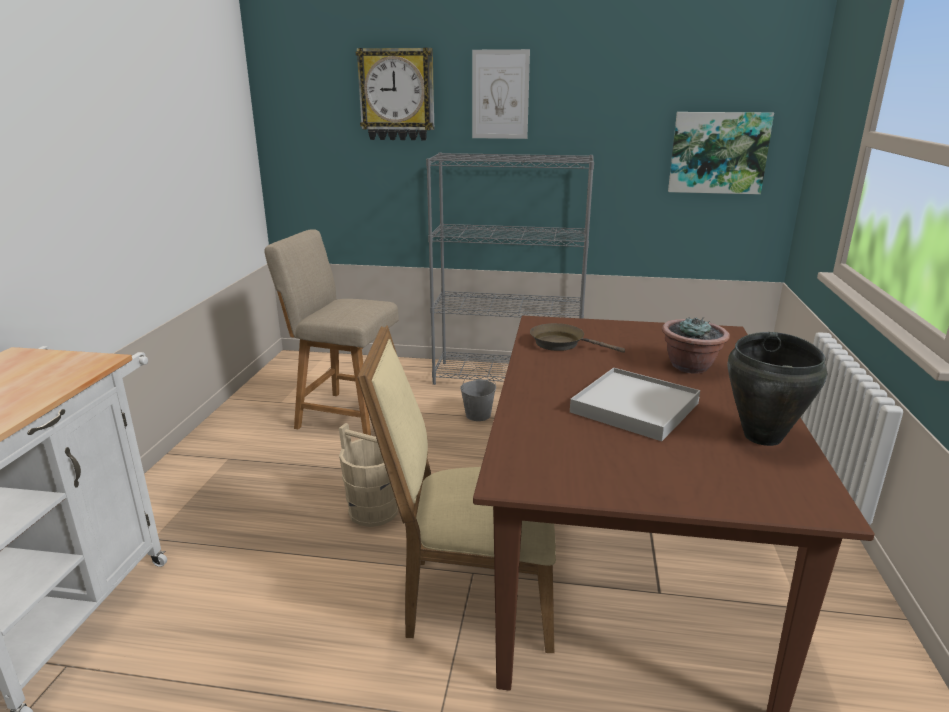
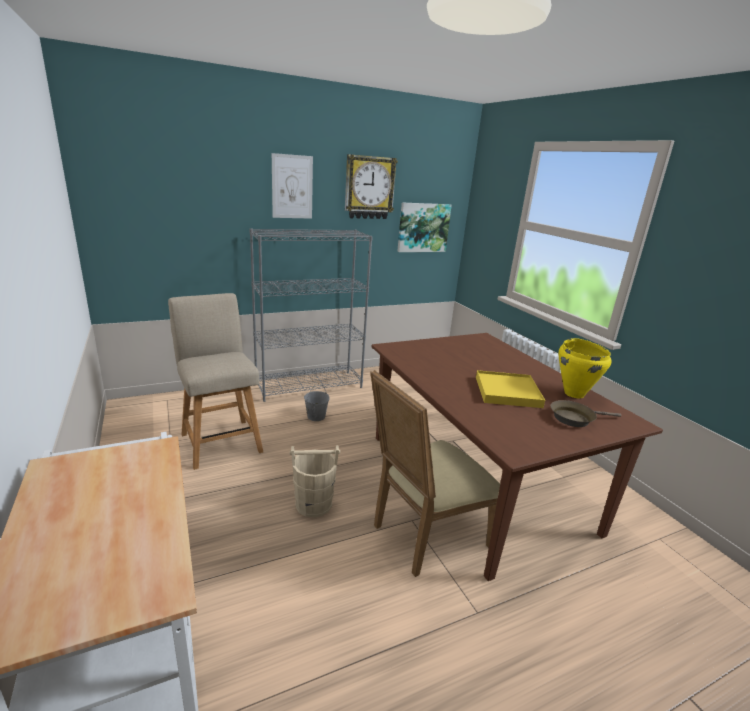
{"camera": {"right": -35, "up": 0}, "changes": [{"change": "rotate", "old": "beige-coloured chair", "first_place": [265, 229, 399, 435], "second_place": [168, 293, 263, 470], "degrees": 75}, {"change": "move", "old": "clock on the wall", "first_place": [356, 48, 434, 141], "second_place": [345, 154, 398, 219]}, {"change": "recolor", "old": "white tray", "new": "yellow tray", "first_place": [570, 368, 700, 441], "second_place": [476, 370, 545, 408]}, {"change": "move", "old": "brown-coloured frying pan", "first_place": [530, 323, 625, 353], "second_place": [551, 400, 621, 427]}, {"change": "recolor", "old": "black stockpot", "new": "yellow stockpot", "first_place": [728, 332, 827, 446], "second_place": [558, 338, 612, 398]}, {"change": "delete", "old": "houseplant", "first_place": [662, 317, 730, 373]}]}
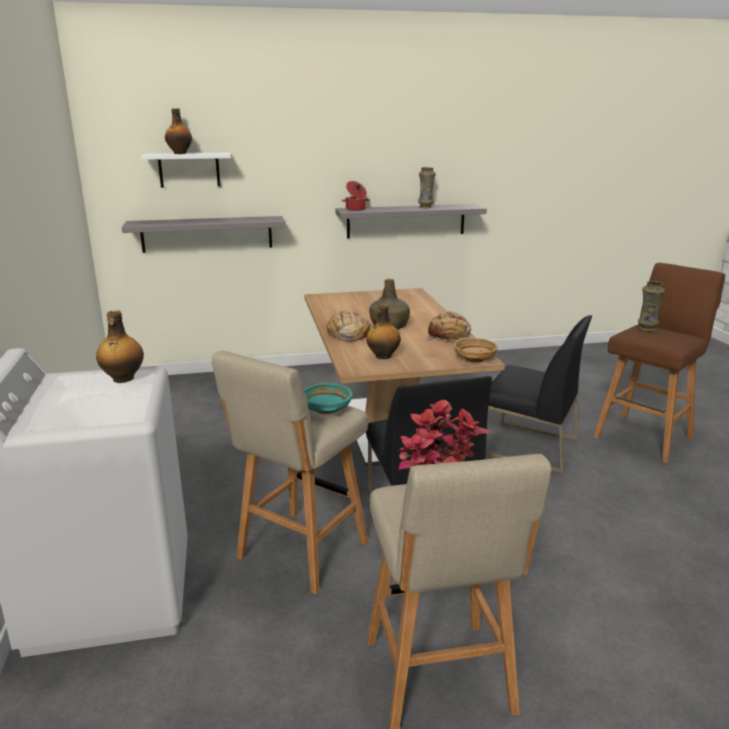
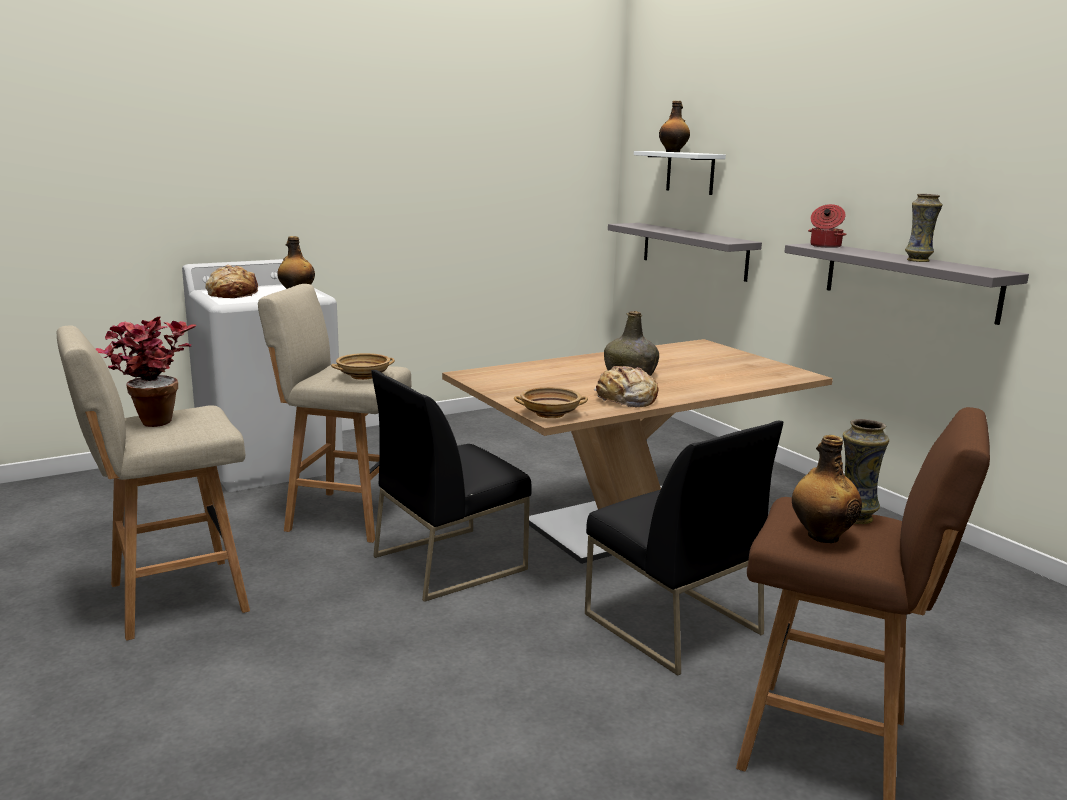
{"camera": {"right": 70, "up": -5}, "changes": [{"change": "move", "old": "bread", "first_place": [327, 311, 370, 341], "second_place": [205, 265, 259, 298]}, {"change": "recolor", "old": "blue-green bowl", "new": "beige-coloured bowl", "first_place": [305, 383, 353, 414], "second_place": [331, 353, 395, 380]}, {"change": "rotate", "old": "black chair", "first_place": [486, 315, 592, 474], "second_place": [585, 421, 784, 675], "degrees": -45}, {"change": "move", "old": "bottle", "first_place": [366, 304, 401, 359], "second_place": [792, 435, 862, 543]}]}
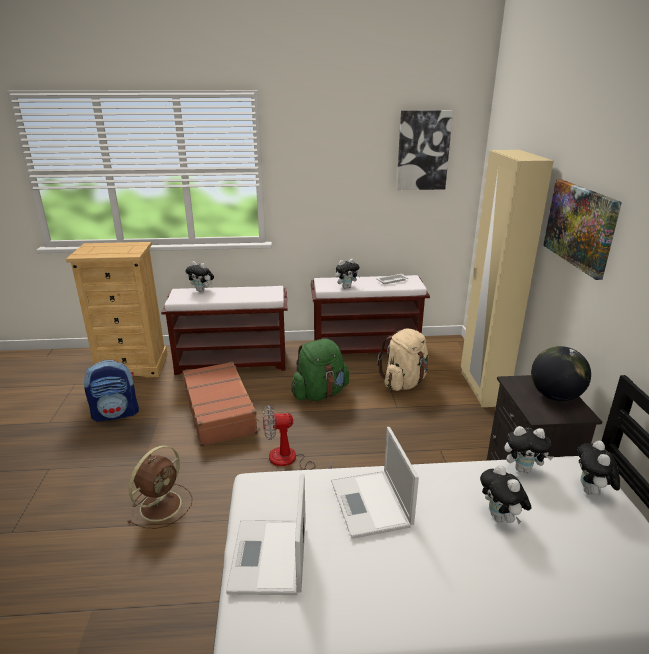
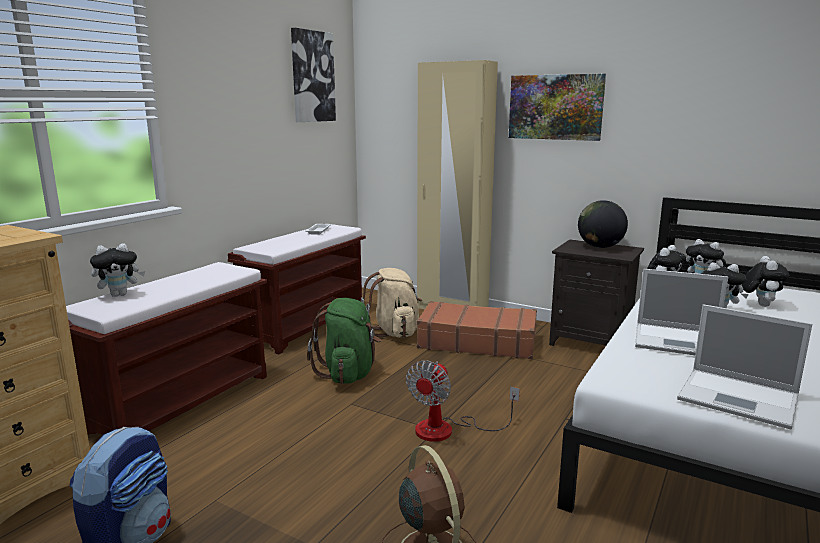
{"camera": {"right": -55, "up": -10}, "changes": [{"change": "move", "old": "brown-coloured piece of luggage", "first_place": [183, 362, 260, 447], "second_place": [417, 301, 537, 359]}, {"change": "move", "old": "cuddly toy", "first_place": [335, 259, 361, 289], "second_place": [742, 256, 789, 307]}]}
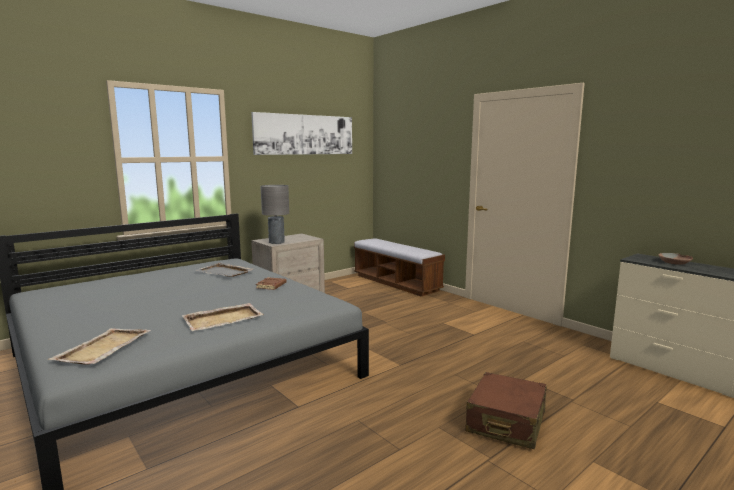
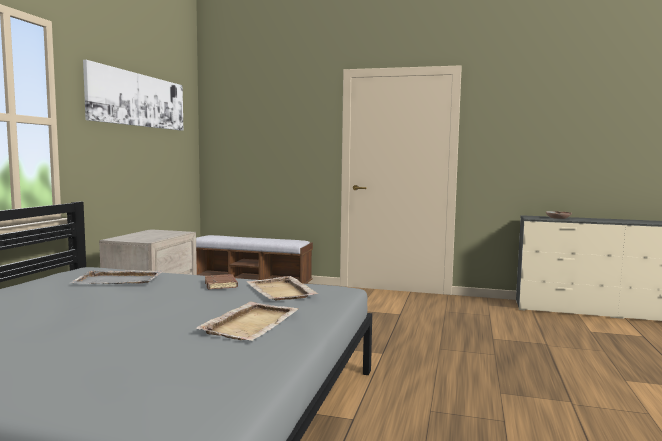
{"camera": {"right": -35, "up": -5}, "changes": [{"change": "move", "old": "beige-coloured tray", "first_place": [48, 328, 151, 365], "second_place": [247, 276, 319, 300]}, {"change": "delete", "old": "gray lamp for a table", "first_place": [260, 185, 289, 244]}, {"change": "delete", "old": "brown-coloured piece of luggage", "first_place": [465, 372, 547, 449]}]}
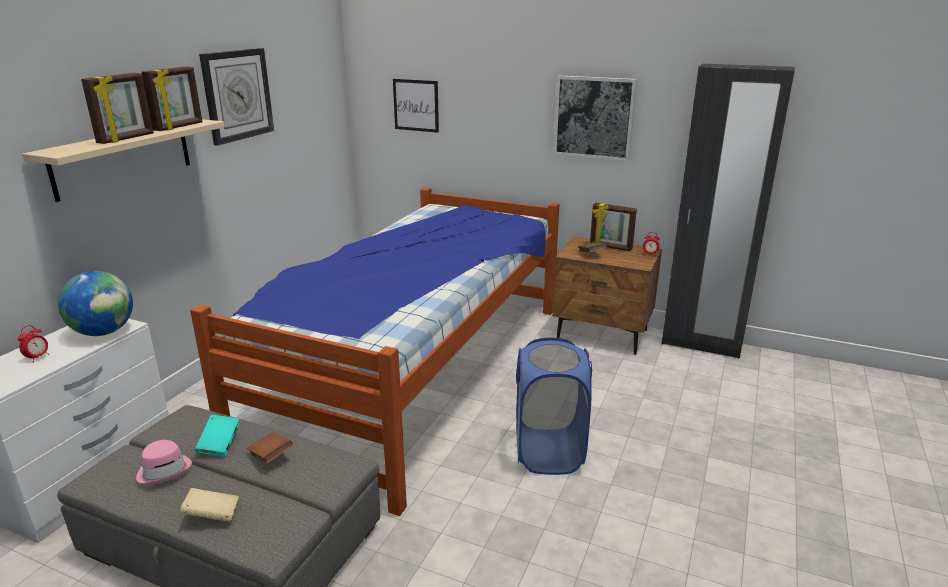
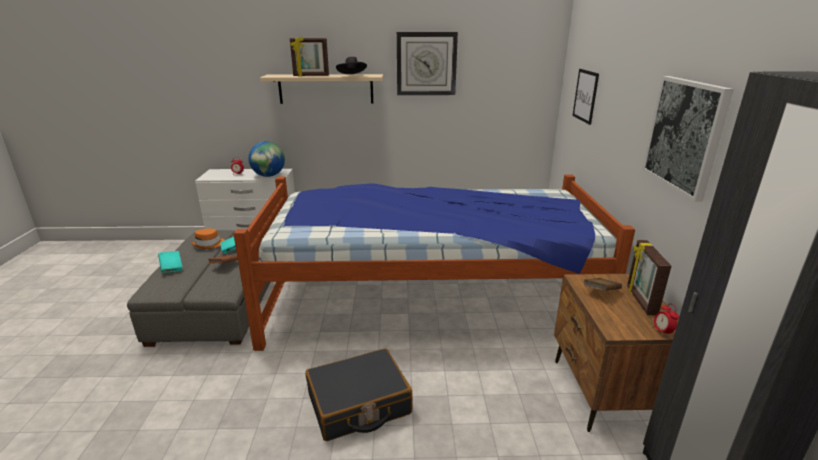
{"camera": {"right": 65, "up": 0}, "changes": [{"change": "recolor", "old": "beige-coloured book", "new": "blue-green book", "first_place": [180, 488, 239, 522], "second_place": [158, 251, 183, 273]}, {"change": "recolor", "old": "pinkish hat", "new": "orange-coloured hat", "first_place": [136, 440, 192, 484], "second_place": [192, 229, 224, 249]}, {"change": "replace", "old": "bluish laundry basket", "new": "black piece of luggage", "first_place": [516, 338, 592, 475], "second_place": [305, 348, 412, 441]}, {"change": "replace", "old": "standing frame", "new": "black hat", "first_place": [142, 66, 202, 131], "second_place": [336, 57, 367, 75]}]}
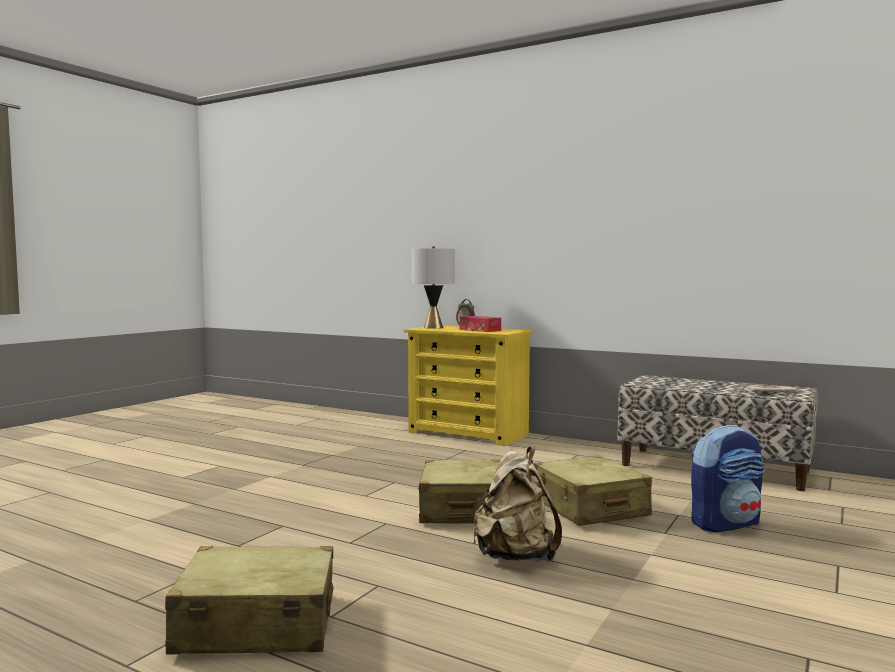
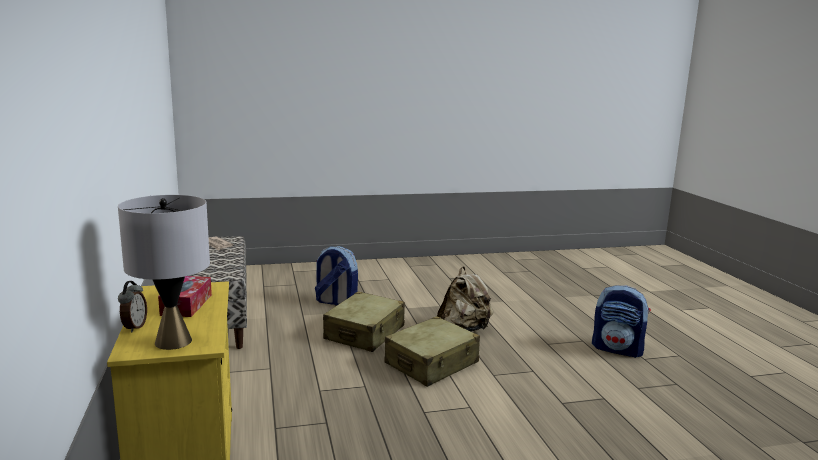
{"camera": {"right": -135, "up": 10}, "changes": [{"change": "replace", "old": "beige-coloured piece of luggage", "new": "backpack", "first_place": [165, 546, 334, 655], "second_place": [592, 285, 651, 358]}]}
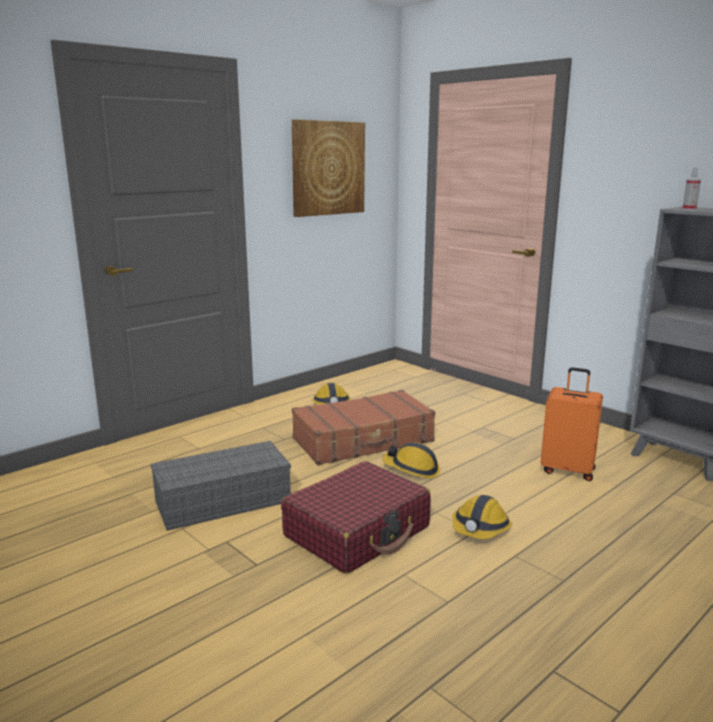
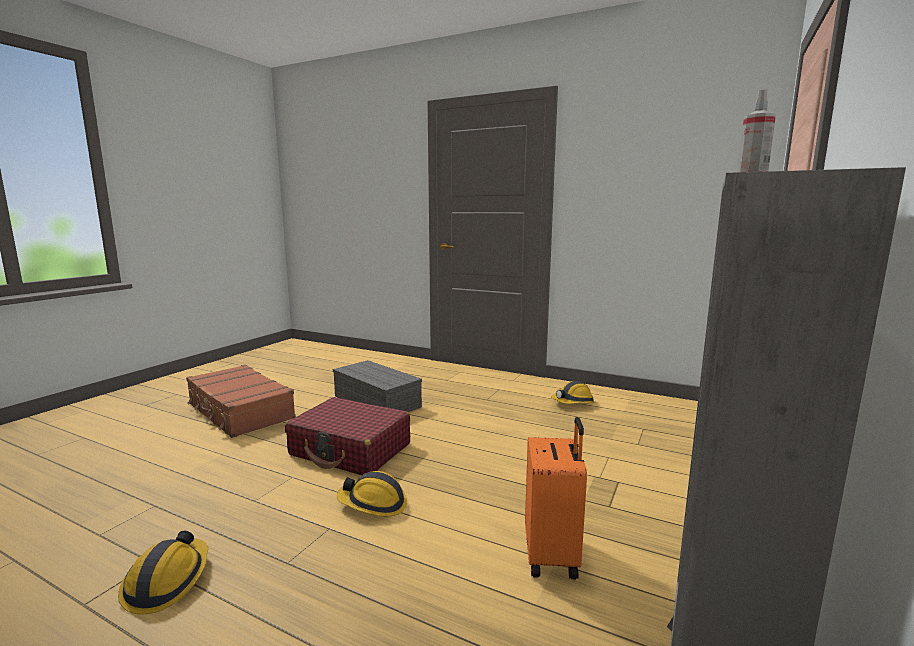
{"camera": {"right": 70, "up": -5}, "changes": [{"change": "move", "old": "safety helmet", "first_place": [383, 442, 440, 478], "second_place": [118, 531, 208, 615]}, {"change": "move", "old": "brown-coloured piece of luggage", "first_place": [292, 390, 435, 465], "second_place": [186, 365, 296, 438]}, {"change": "delete", "old": "picture", "first_place": [292, 119, 365, 217]}]}
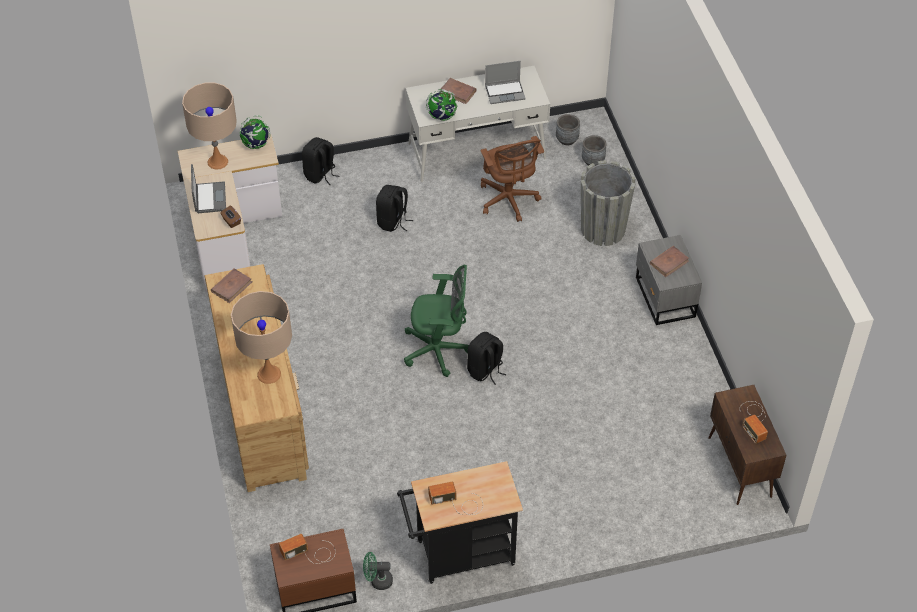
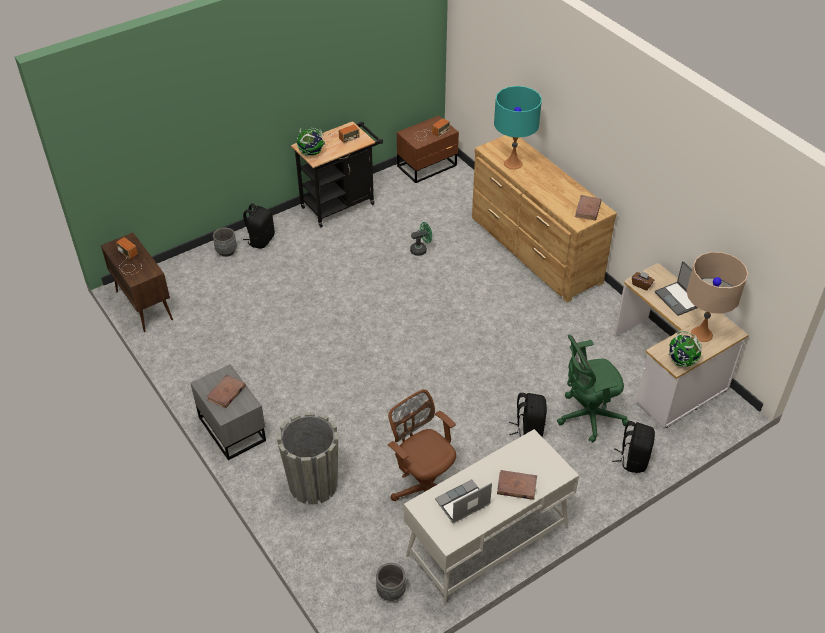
{"camera": {"right": 160, "up": -5}, "changes": [{"change": "move", "old": "gray flower pot", "first_place": [582, 135, 607, 166], "second_place": [213, 228, 237, 257]}, {"change": "move", "old": "black backpack", "first_place": [467, 332, 507, 385], "second_place": [243, 203, 275, 249]}, {"change": "move", "old": "world globe", "first_place": [426, 89, 457, 121], "second_place": [297, 128, 325, 156]}, {"change": "move", "old": "green fan", "first_place": [363, 552, 393, 590], "second_place": [410, 222, 432, 256]}, {"change": "recolor", "old": "beige-coloured lamp for a table", "new": "blue-green lamp for a table", "first_place": [231, 291, 292, 384], "second_place": [494, 86, 542, 170]}, {"change": "move", "old": "green office chair", "first_place": [404, 265, 469, 377], "second_place": [557, 335, 629, 443]}]}
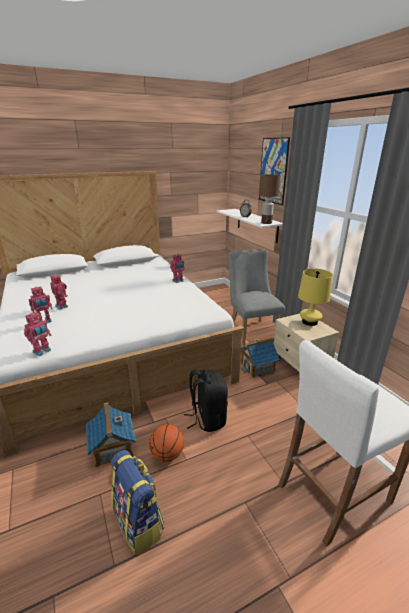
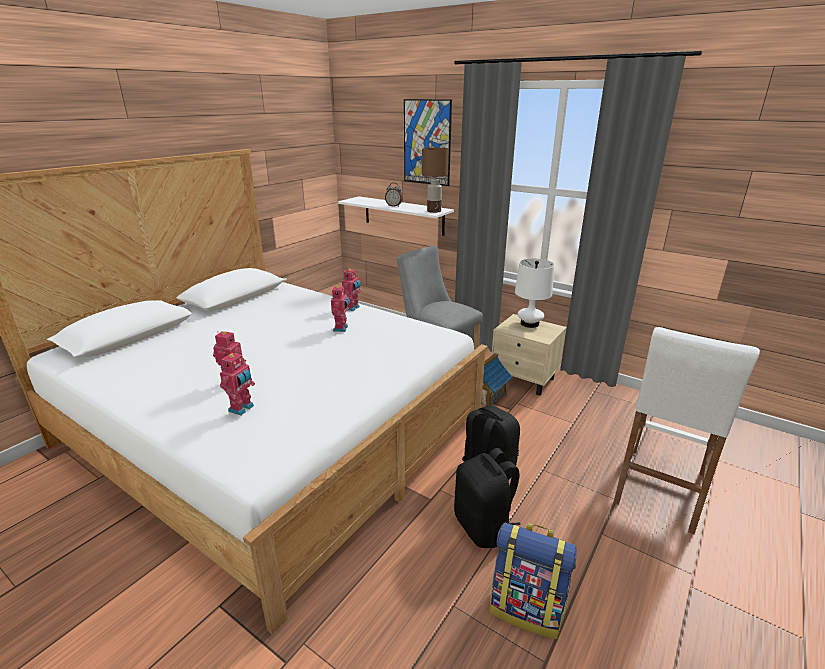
{"camera": {"right": -30, "up": 0}, "changes": [{"change": "move", "old": "toy robot", "first_place": [24, 311, 52, 356], "second_place": [331, 286, 350, 332]}, {"change": "replace", "old": "ball for basketball", "new": "black backpack", "first_place": [149, 424, 184, 462], "second_place": [454, 448, 521, 548]}, {"change": "recolor", "old": "yellow lamp for a table", "new": "white lamp for a table", "first_place": [298, 269, 333, 326], "second_place": [515, 258, 554, 328]}, {"change": "delete", "old": "toy house", "first_place": [86, 403, 136, 468]}]}
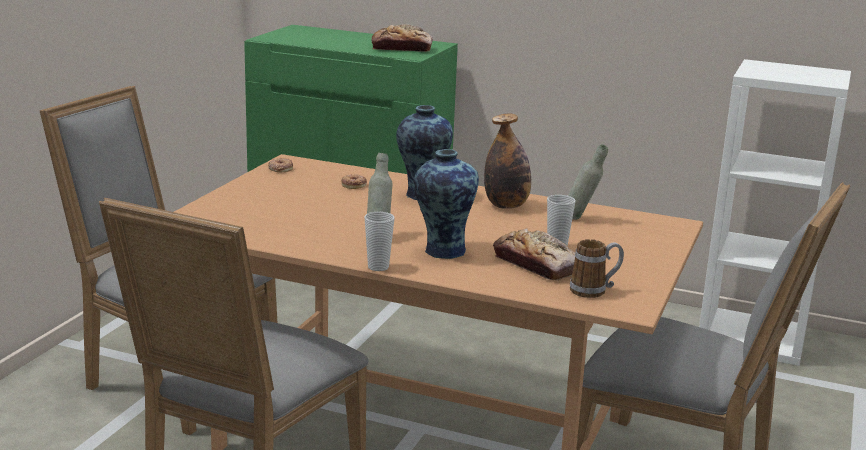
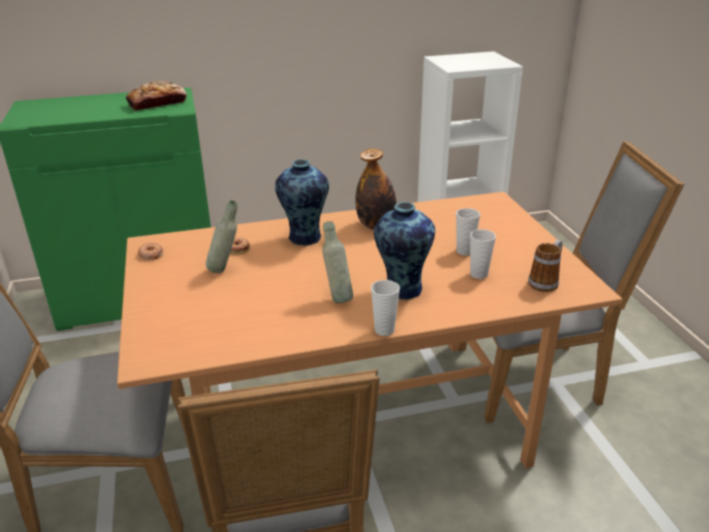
{"camera": {"right": -35, "up": 10}, "changes": [{"change": "move", "old": "gray bottle", "first_place": [568, 145, 608, 220], "second_place": [206, 200, 238, 273]}, {"change": "replace", "old": "bread", "new": "drinking cup", "first_place": [493, 228, 575, 280], "second_place": [470, 229, 496, 279]}]}
